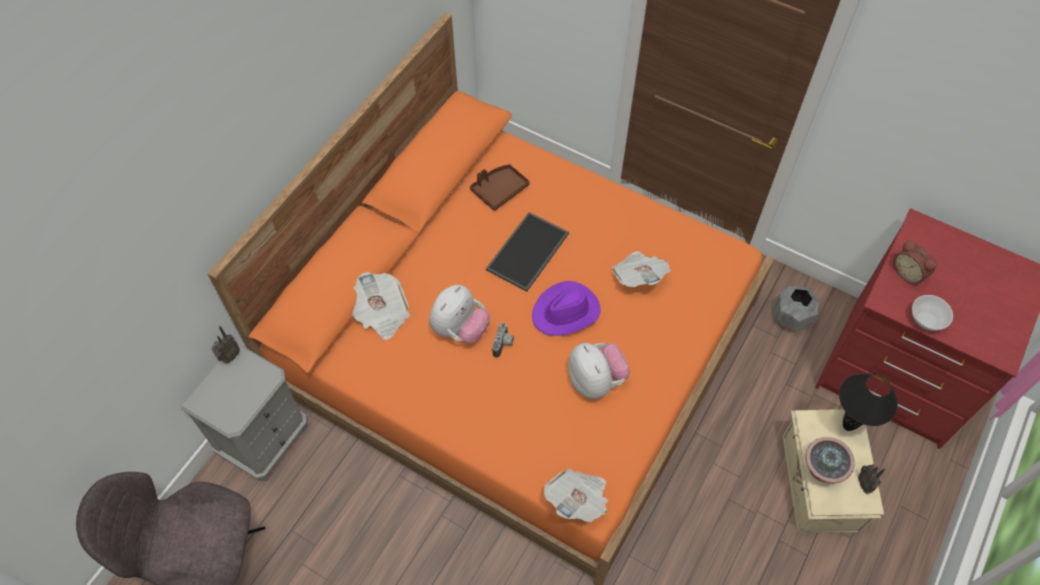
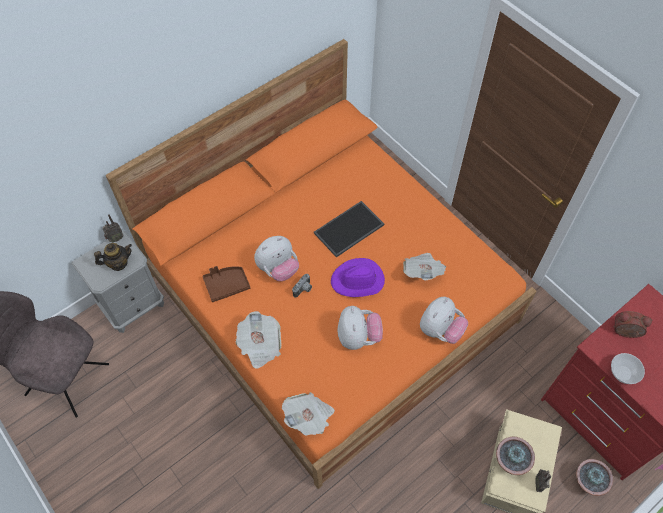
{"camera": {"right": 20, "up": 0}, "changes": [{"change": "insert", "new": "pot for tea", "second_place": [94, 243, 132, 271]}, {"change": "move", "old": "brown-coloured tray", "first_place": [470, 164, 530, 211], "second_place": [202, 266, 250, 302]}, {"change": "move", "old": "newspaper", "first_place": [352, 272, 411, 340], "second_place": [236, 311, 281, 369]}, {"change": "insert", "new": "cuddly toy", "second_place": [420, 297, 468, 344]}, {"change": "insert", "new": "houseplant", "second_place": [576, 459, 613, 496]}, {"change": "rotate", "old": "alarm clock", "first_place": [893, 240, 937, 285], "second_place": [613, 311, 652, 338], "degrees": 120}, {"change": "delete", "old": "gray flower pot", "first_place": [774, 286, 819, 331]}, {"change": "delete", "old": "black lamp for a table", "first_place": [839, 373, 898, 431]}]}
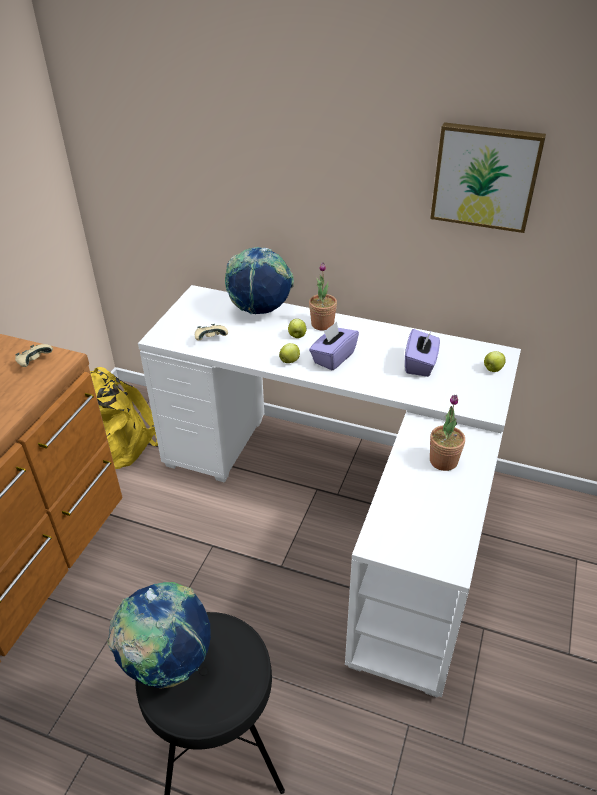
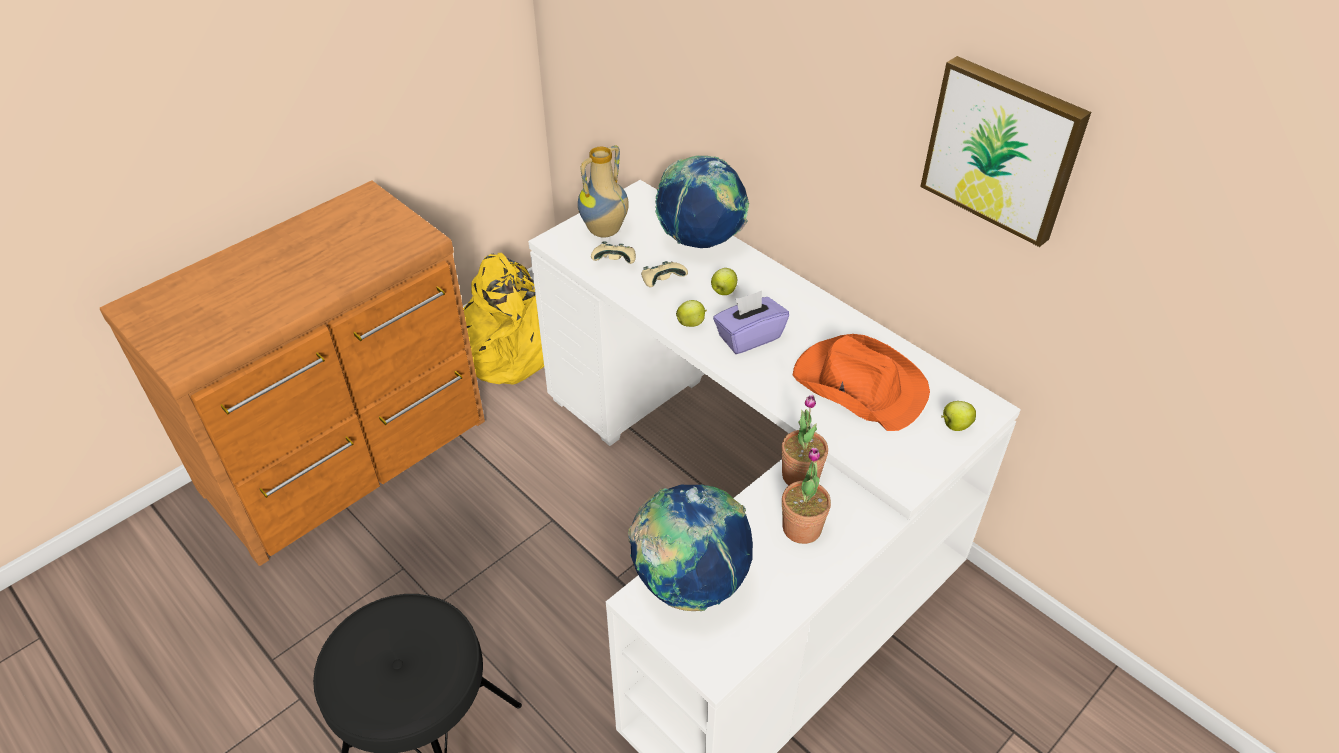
{"camera": {"right": 25, "up": 5}, "changes": [{"change": "insert", "new": "flower vase", "second_place": [578, 145, 629, 237]}, {"change": "move", "old": "world globe", "first_place": [107, 582, 211, 689], "second_place": [628, 484, 753, 611]}, {"change": "move", "old": "beige-coloured joypad", "first_place": [15, 344, 53, 367], "second_place": [641, 261, 688, 287]}, {"change": "move", "old": "houseplant", "first_place": [309, 262, 337, 331], "second_place": [781, 394, 828, 485]}, {"change": "replace", "old": "purple box of tissues", "new": "orange-coloured hat", "first_place": [405, 329, 440, 377], "second_place": [793, 334, 930, 431]}]}
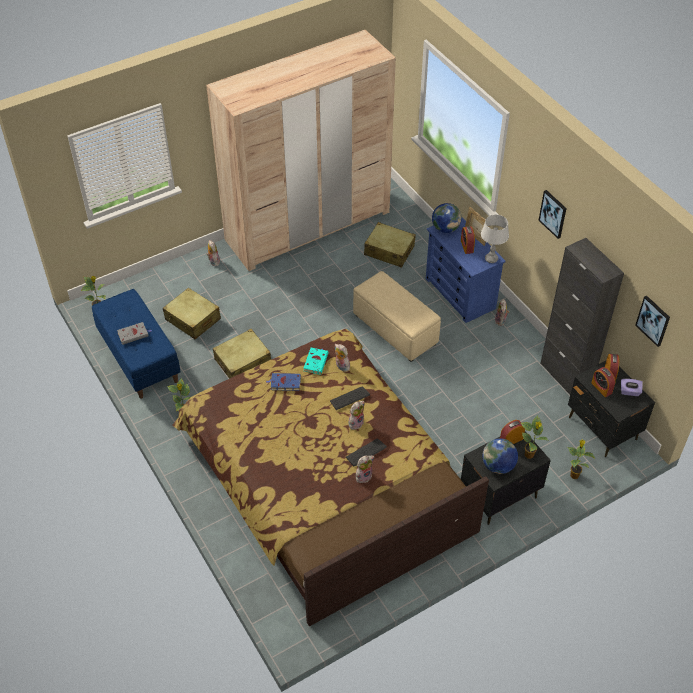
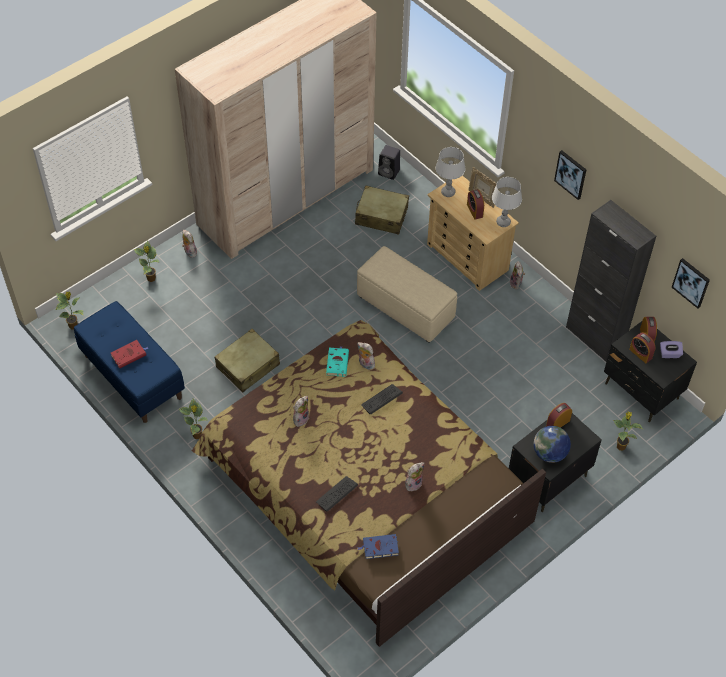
{"camera": {"right": -10, "up": 5}, "changes": [{"change": "recolor", "old": "gray book", "new": "red-coloured book", "first_place": [117, 322, 151, 345], "second_place": [111, 340, 149, 368]}, {"change": "move", "old": "houseplant", "first_place": [521, 415, 548, 459], "second_place": [134, 241, 160, 282]}, {"change": "move", "old": "cuddly toy", "first_place": [349, 401, 365, 430], "second_place": [293, 396, 309, 427]}, {"change": "move", "old": "keyboard", "first_place": [346, 439, 387, 466], "second_place": [316, 476, 358, 512]}, {"change": "move", "old": "bluish book", "first_place": [266, 373, 301, 391], "second_place": [357, 534, 399, 559]}, {"change": "insert", "new": "black speaker", "second_place": [378, 145, 400, 180]}, {"change": "recolor", "old": "bluish chest of drawers", "new": "beige-coloured chest of drawers", "first_place": [426, 217, 506, 323], "second_place": [427, 176, 519, 291]}, {"change": "replace", "old": "world globe", "new": "gray lamp for a table", "first_place": [432, 203, 462, 233], "second_place": [436, 147, 465, 197]}, {"change": "delete", "old": "beige-coloured piece of luggage", "first_place": [163, 288, 221, 339]}]}
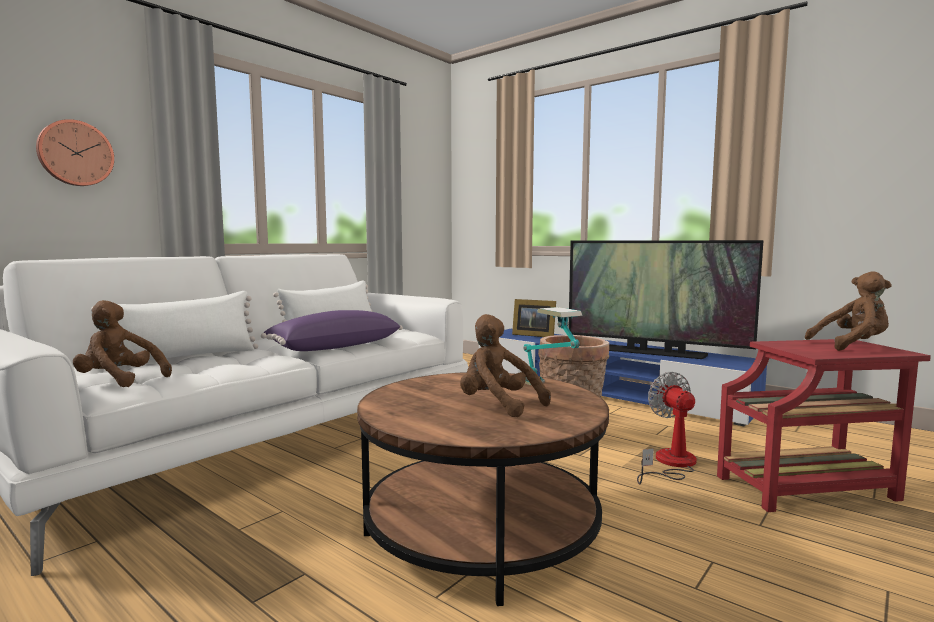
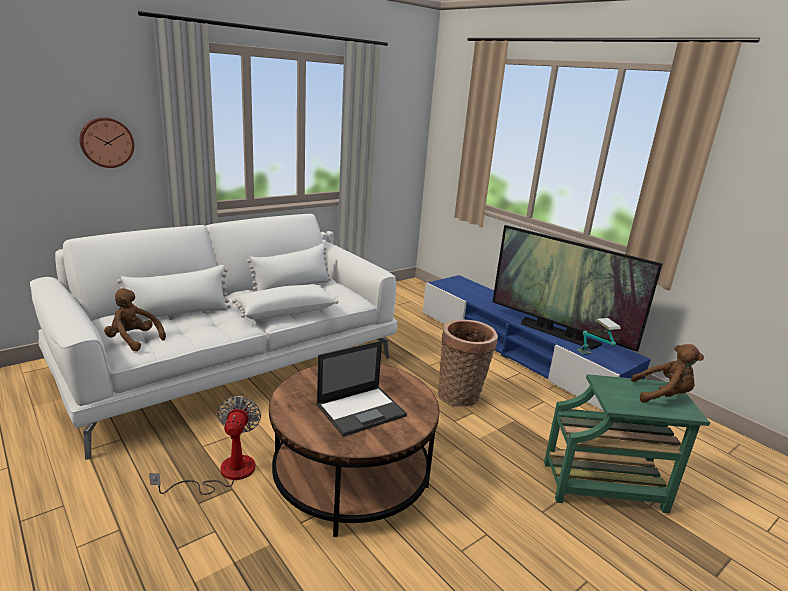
{"camera": {"right": 10, "up": 15}, "changes": [{"change": "move", "old": "fan", "first_place": [637, 372, 697, 485], "second_place": [149, 396, 261, 495]}, {"change": "recolor", "old": "purple cushion", "new": "white cushion", "first_place": [261, 310, 403, 351], "second_place": [232, 284, 338, 319]}, {"change": "replace", "old": "brown-coloured cuddly toy", "new": "notebook computer", "first_place": [460, 314, 551, 417], "second_place": [316, 341, 407, 437]}, {"change": "recolor", "old": "red-coloured side table", "new": "green side table", "first_place": [717, 339, 931, 512], "second_place": [544, 374, 710, 513]}, {"change": "move", "old": "lamp for a table", "first_place": [524, 307, 583, 385], "second_place": [577, 318, 621, 354]}, {"change": "delete", "old": "standing frame", "first_place": [512, 299, 556, 337]}]}
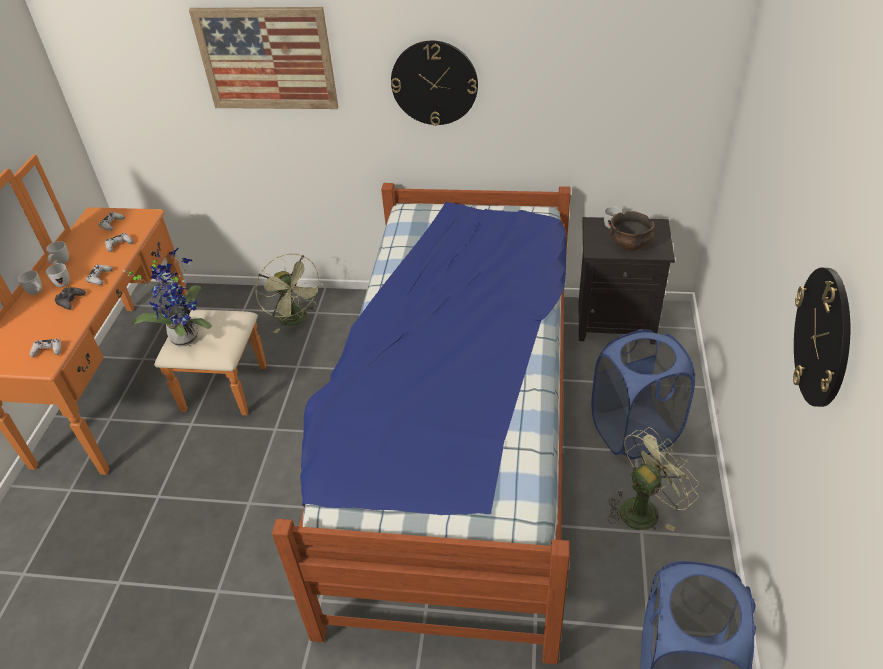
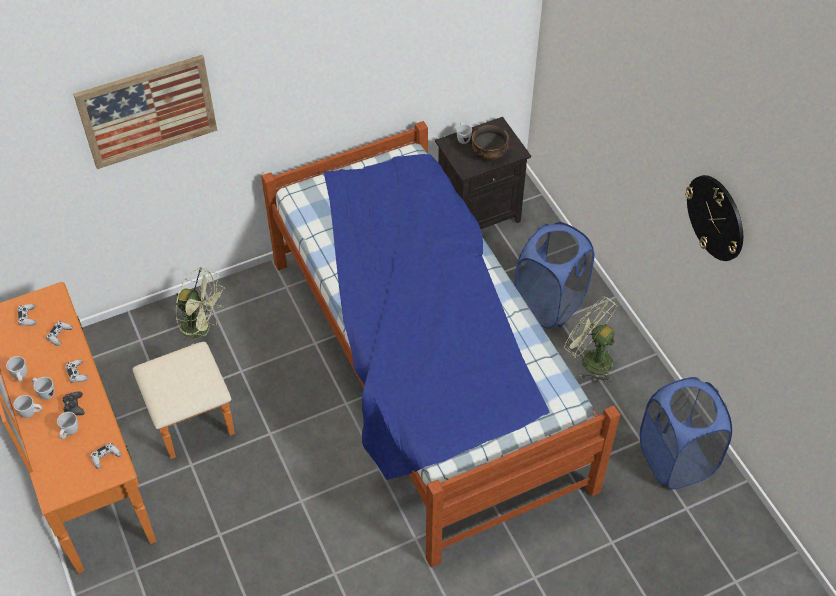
{"camera": {"right": -35, "up": 10}, "changes": [{"change": "insert", "new": "white tea mug", "second_place": [57, 412, 78, 439]}, {"change": "rotate", "old": "green fan", "first_place": [608, 427, 699, 531], "second_place": [564, 297, 618, 383], "degrees": -75}, {"change": "delete", "old": "houseplant", "first_place": [123, 248, 212, 347]}, {"change": "delete", "old": "clock on the wall", "first_place": [391, 41, 478, 126]}]}
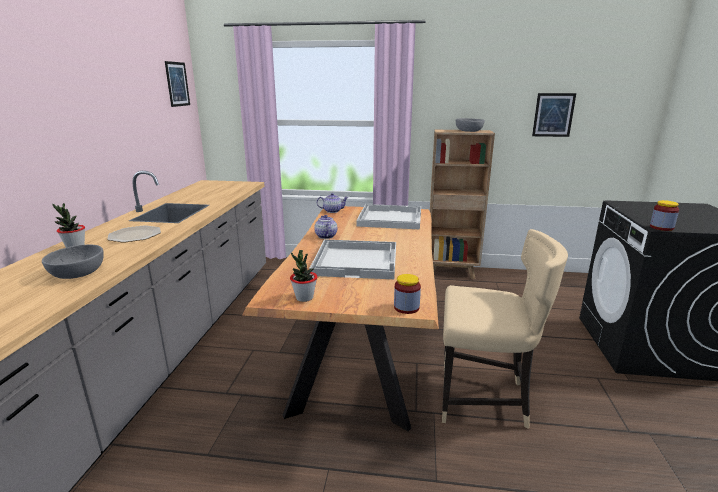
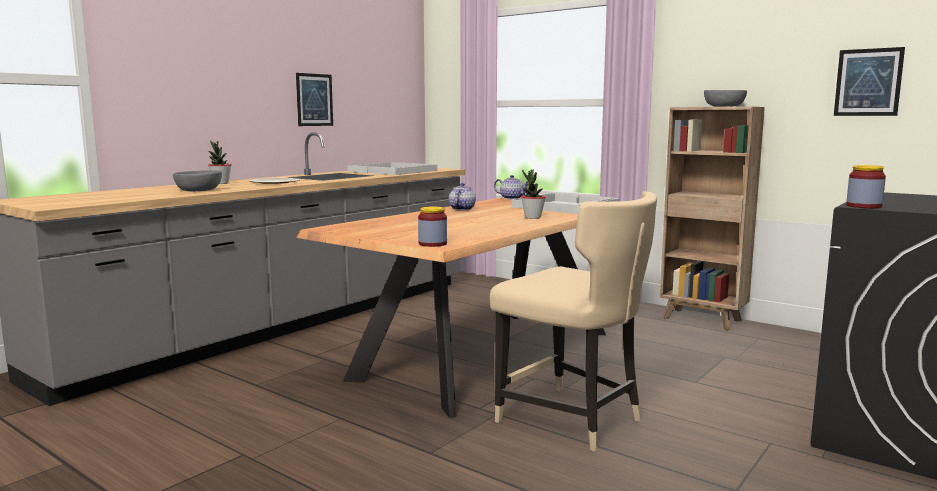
{"camera": {"right": 30, "up": -10}, "changes": [{"change": "move", "old": "picture", "first_place": [165, 61, 190, 107], "second_place": [296, 73, 333, 126]}, {"change": "move", "old": "white tray", "first_place": [309, 239, 396, 279], "second_place": [347, 162, 437, 175]}, {"change": "move", "old": "houseplant", "first_place": [290, 250, 317, 302], "second_place": [521, 170, 546, 219]}]}
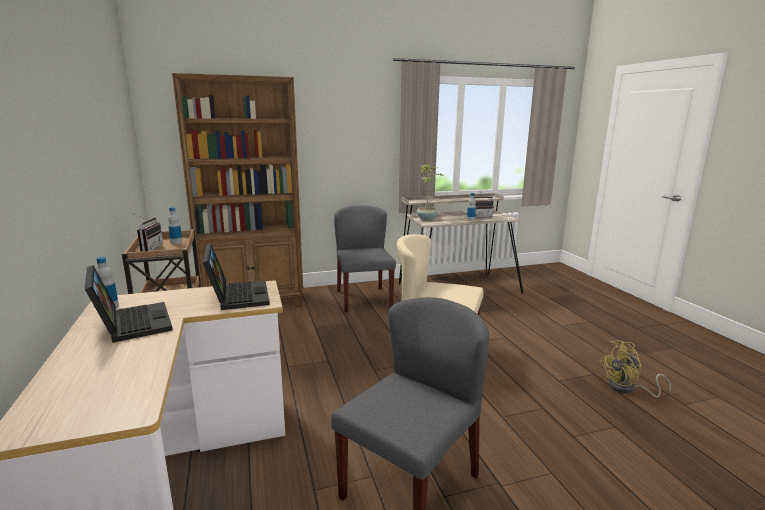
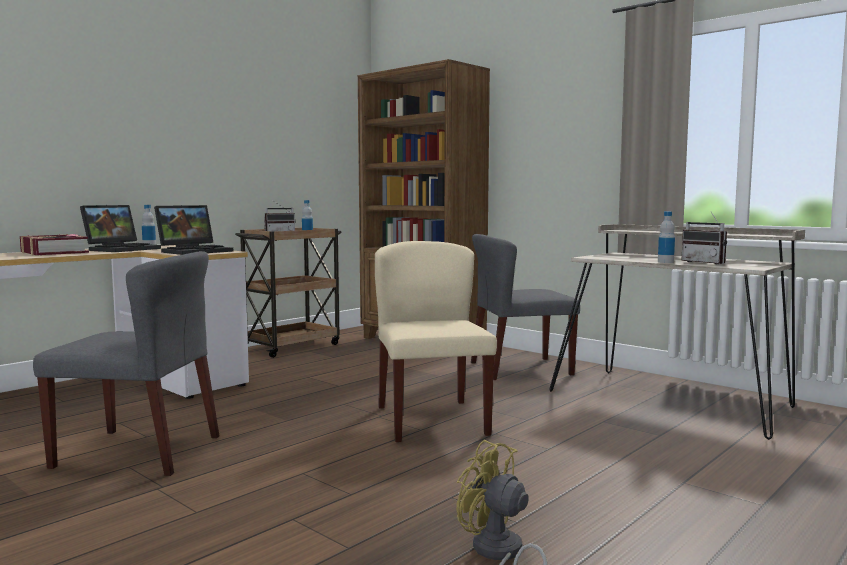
{"camera": {"right": 60, "up": -10}, "changes": [{"change": "insert", "new": "book", "second_place": [20, 234, 89, 255]}, {"change": "rotate", "old": "gray chair", "first_place": [334, 205, 396, 312], "second_place": [471, 234, 580, 380], "degrees": -150}, {"change": "delete", "old": "houseplant", "first_place": [416, 165, 444, 220]}]}
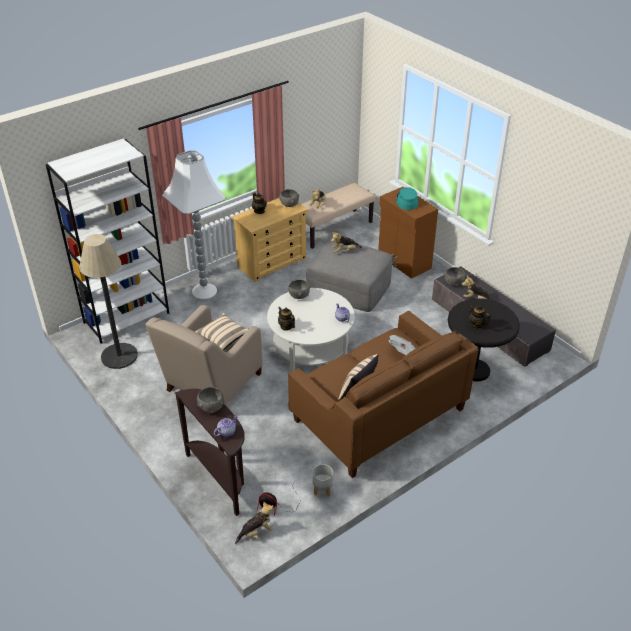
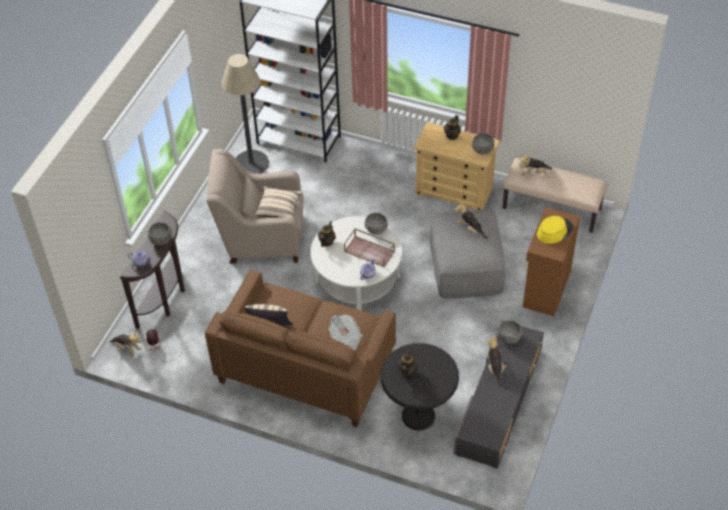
{"camera": {"right": 60, "up": 10}, "changes": [{"change": "insert", "new": "brown-coloured tray", "second_place": [344, 228, 395, 267]}, {"change": "recolor", "old": "blue-green hat", "new": "yellow hat", "first_place": [396, 187, 418, 210], "second_place": [537, 216, 573, 244]}, {"change": "delete", "old": "white floor lamp", "first_place": [162, 150, 226, 299]}, {"change": "delete", "old": "gray flower pot", "first_place": [313, 464, 333, 497]}]}
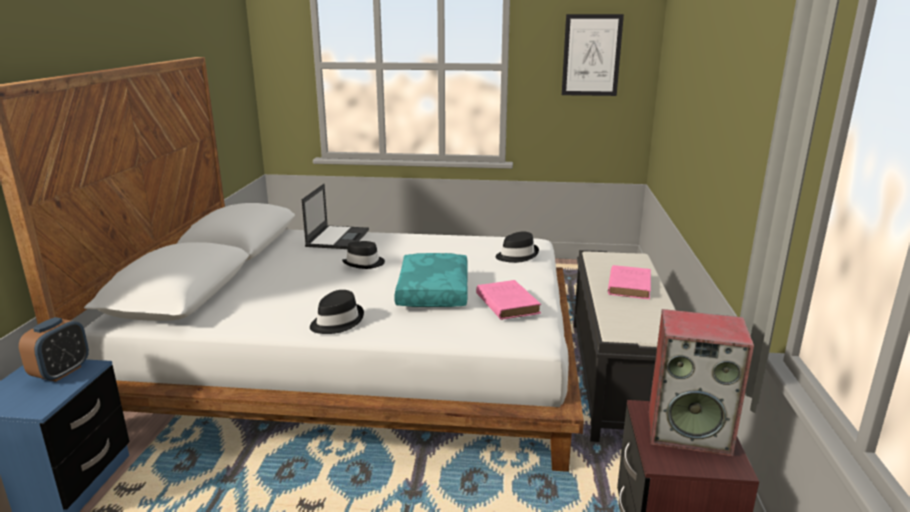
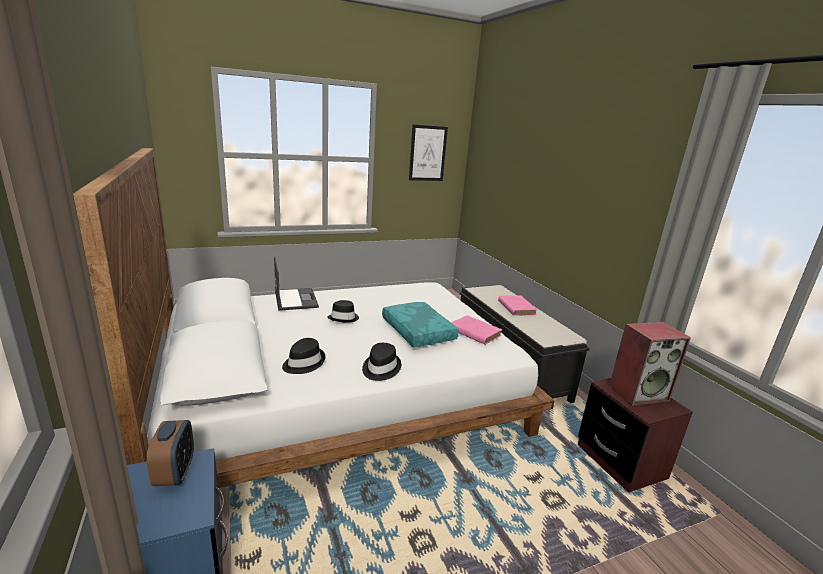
{"camera": {"right": -30, "up": 0}, "changes": [{"change": "move", "old": "black hat", "first_place": [495, 231, 539, 263], "second_place": [282, 338, 325, 374]}]}
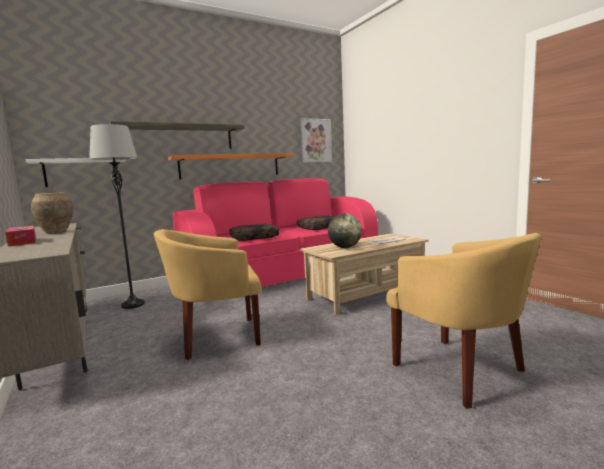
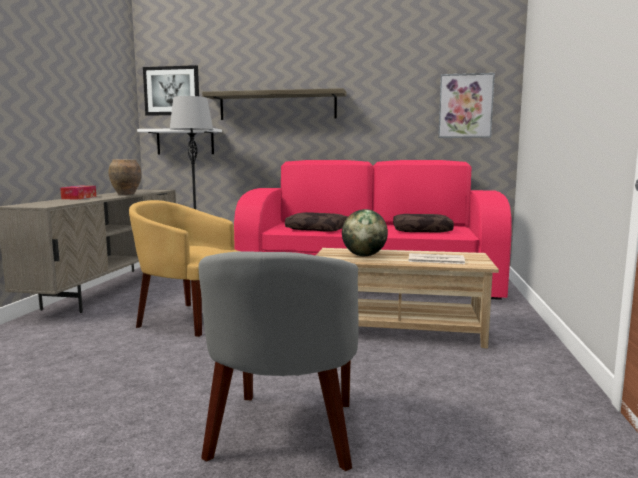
{"camera": {"right": 40, "up": 0}, "changes": [{"change": "insert", "new": "picture", "second_place": [143, 65, 199, 116]}, {"change": "recolor", "old": "yellow easy chair", "new": "gray easy chair", "first_place": [386, 233, 542, 409], "second_place": [199, 251, 359, 471]}, {"change": "delete", "old": "orange-coloured bracket shelf", "first_place": [168, 153, 294, 179]}]}
